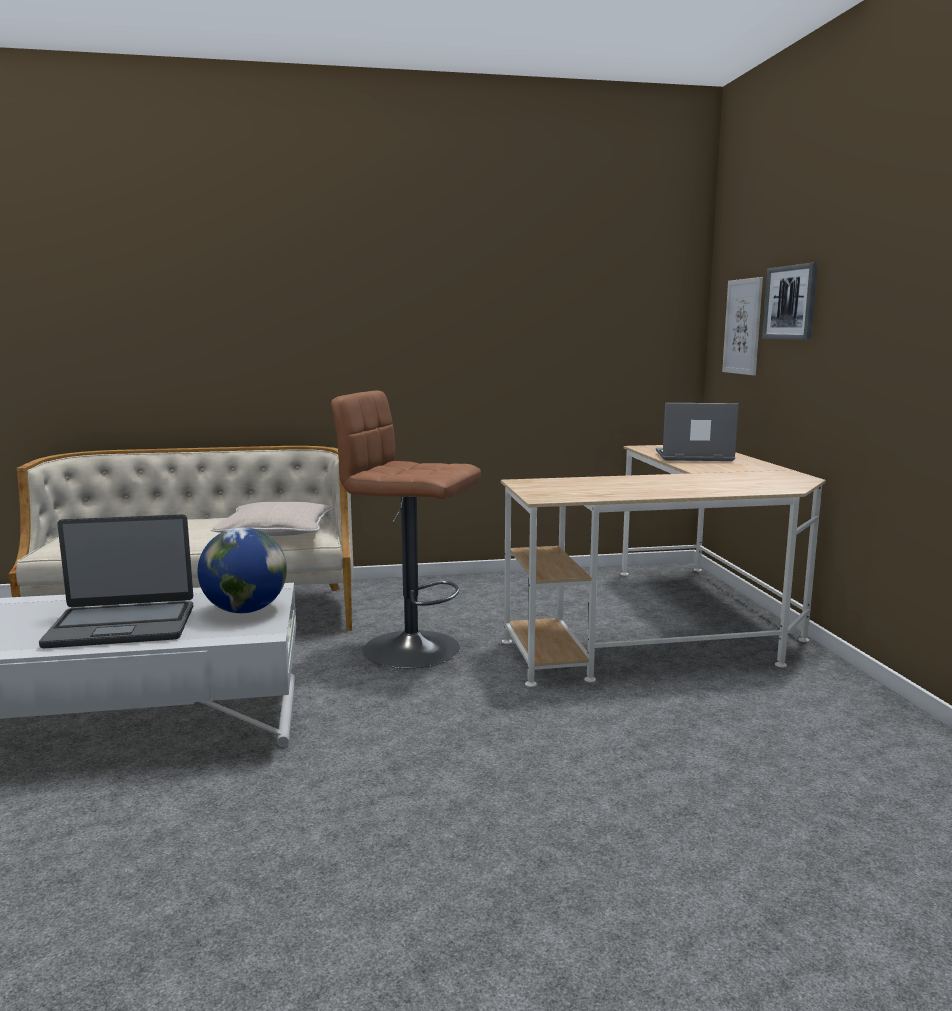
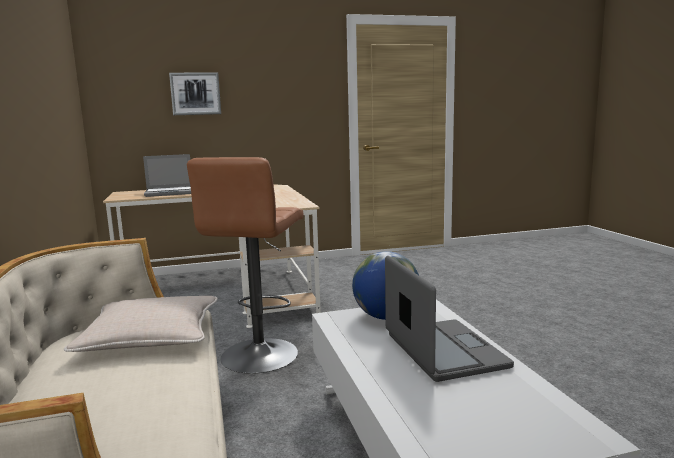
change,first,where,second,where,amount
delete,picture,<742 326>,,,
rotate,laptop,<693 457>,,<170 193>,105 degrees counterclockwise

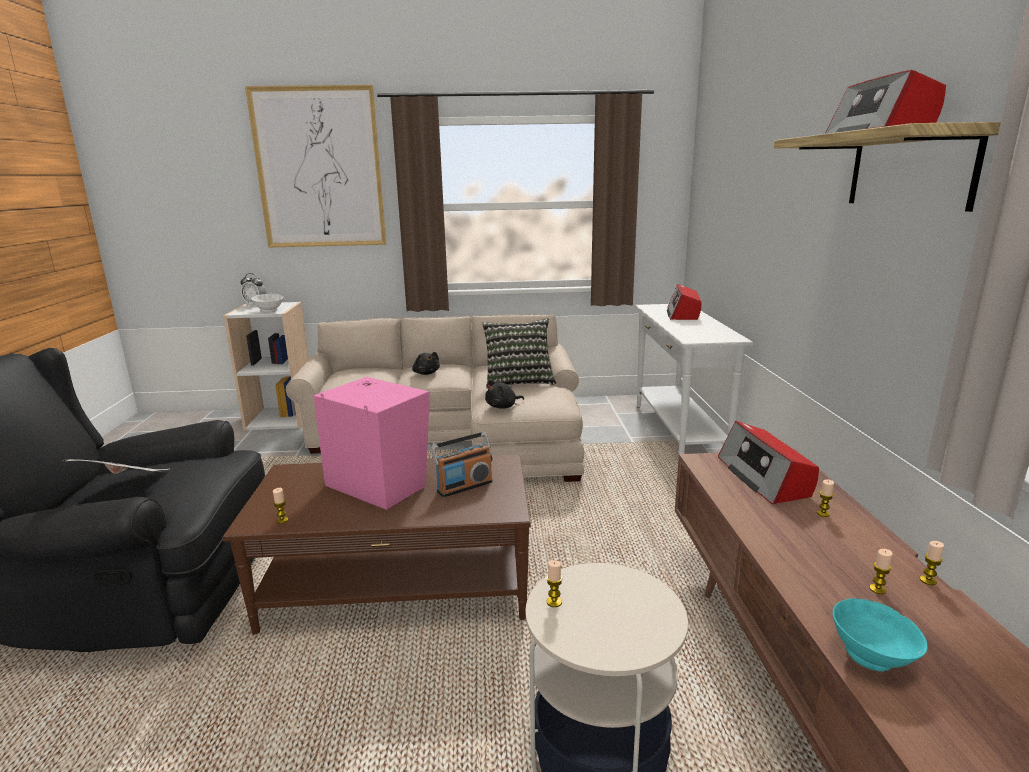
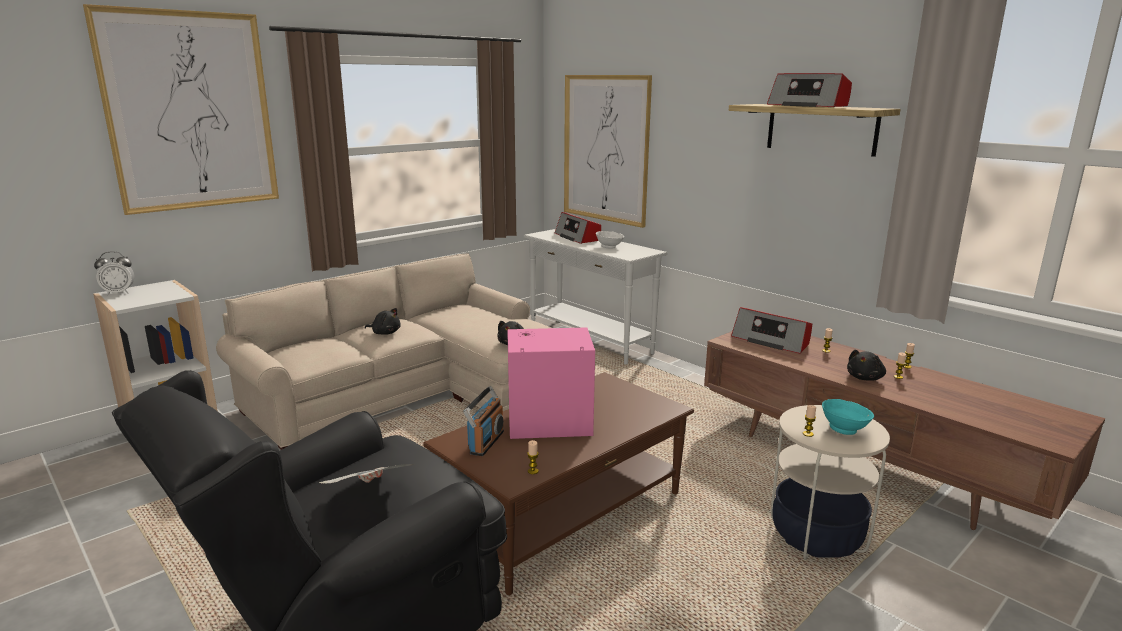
change,first,where,second,where,amount
delete,pillow,<518 381>,,,
insert,,,picture,<605 149>,
insert,,,black_plush_toy,<865 378>,
move,white_bowl,<268 311>,,<609 247>,
move,radio,<464 486>,,<486 442>,
move,turquoise_bowl,<872 658>,,<845 430>,

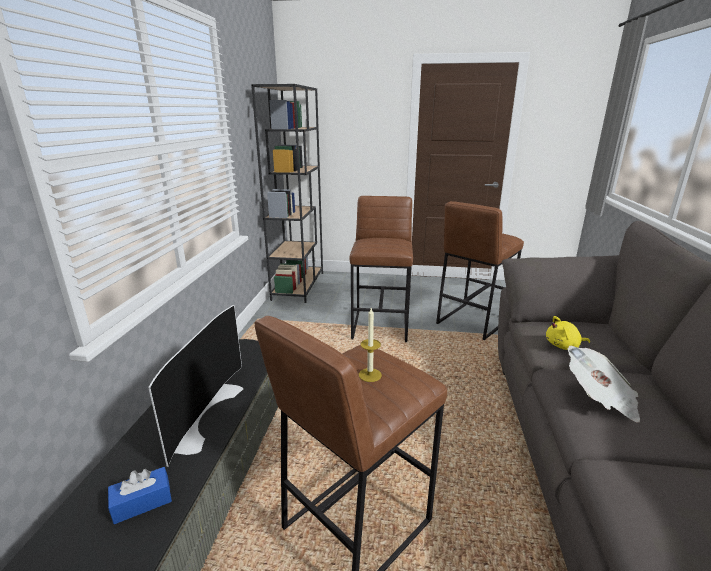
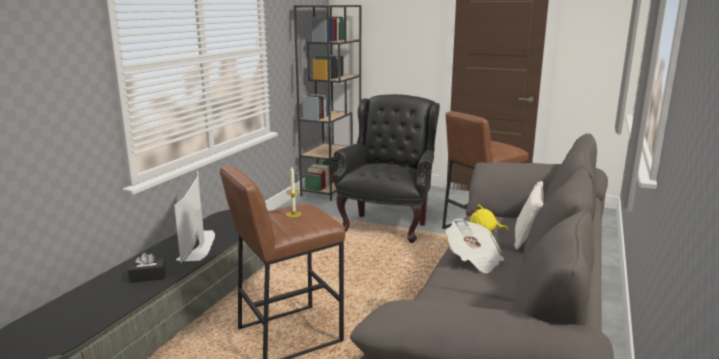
change,first,where,second,where,amount
insert,,,white_pillow,<526 236>,
replace,brown_stool,<380 326>,black_armchair,<388 224>,
recolor,blue_tissue_box,<142 502>,black_tissue_box,<148 277>,
rotate,television,<202 414>,,<200 245>,150 degrees clockwise

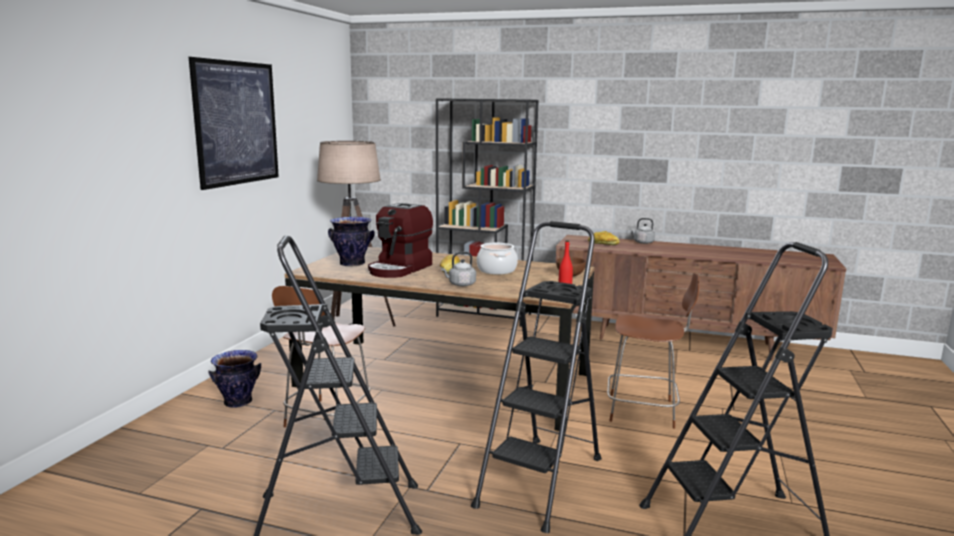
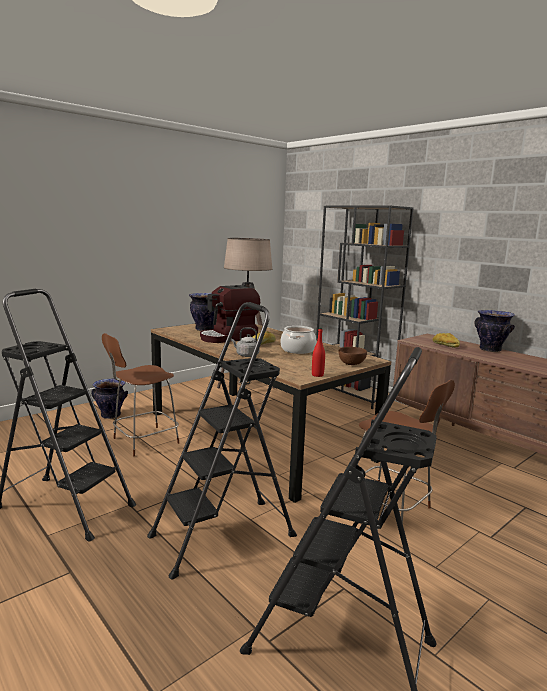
change,first,where,second,where,amount
delete,picture,<236 123>,,,
replace,grey_kettle,<642 242>,vase,<490 349>,

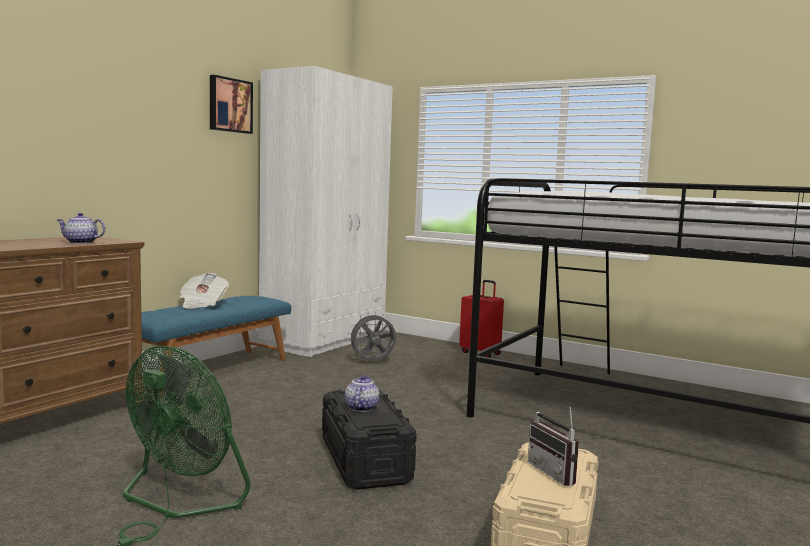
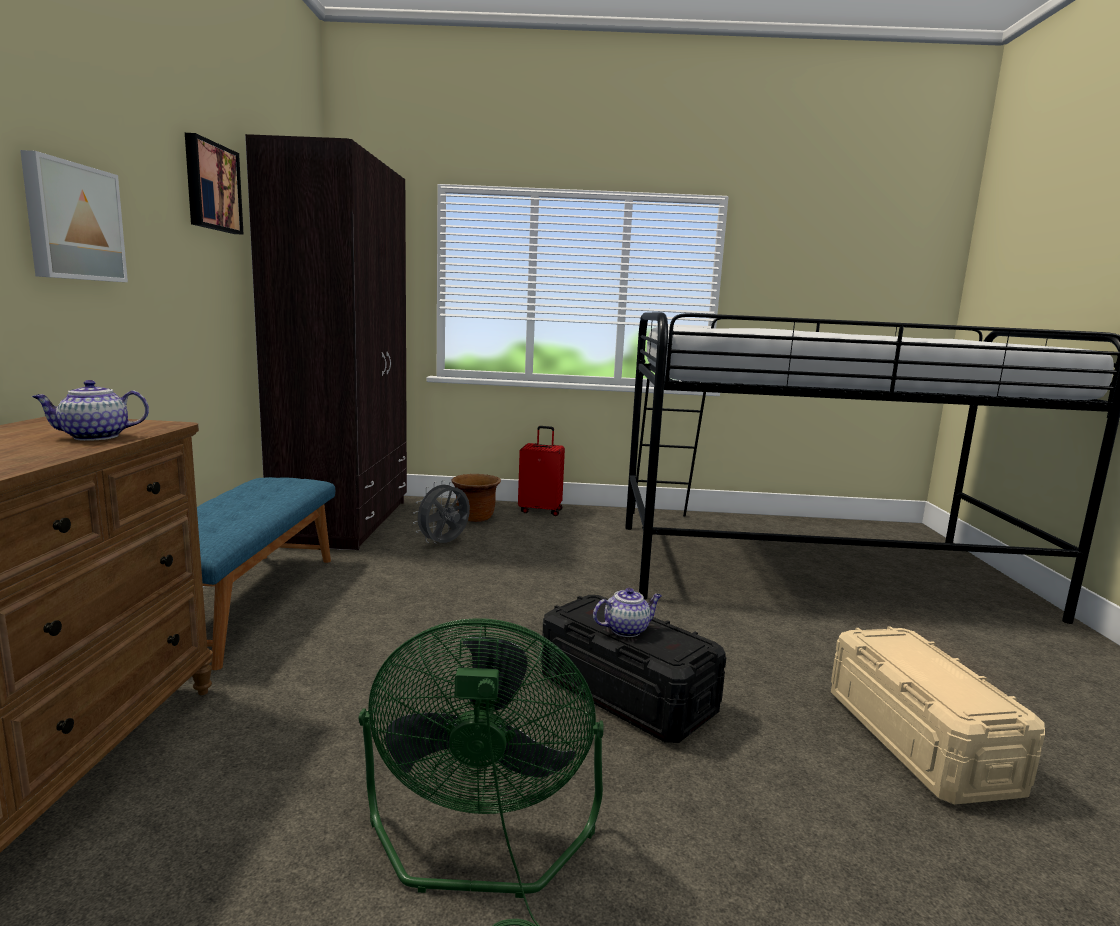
change,first,where,second,where,amount
delete,newspaper,<202 304>,,,
delete,radio,<557 473>,,,
insert,,,picture,<72 222>,
insert,,,brown_planter,<475 518>,
recolor,white_wardrobe,<325 341>,brown_wardrobe,<346 522>,
rotate,teapot,<361 407>,,<627 629>,90 degrees clockwise

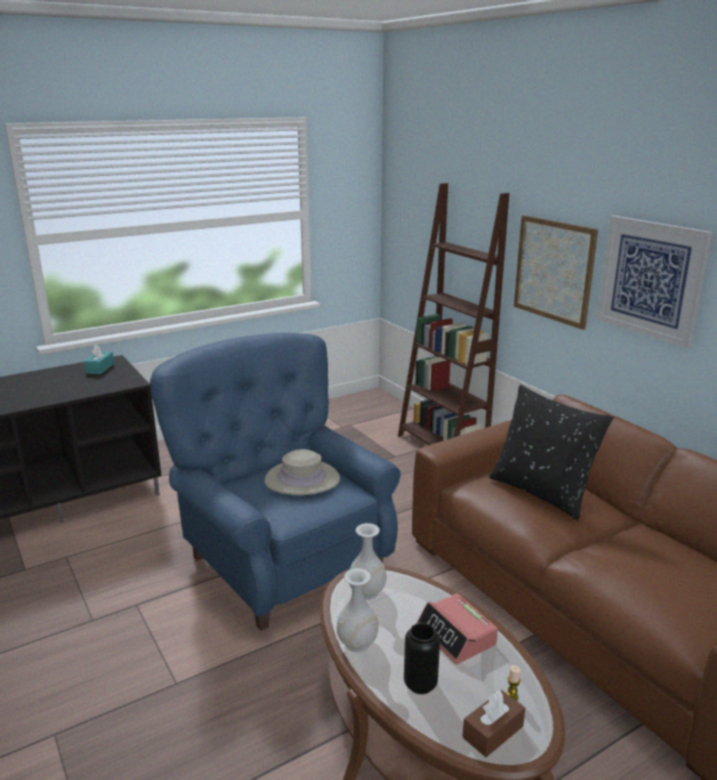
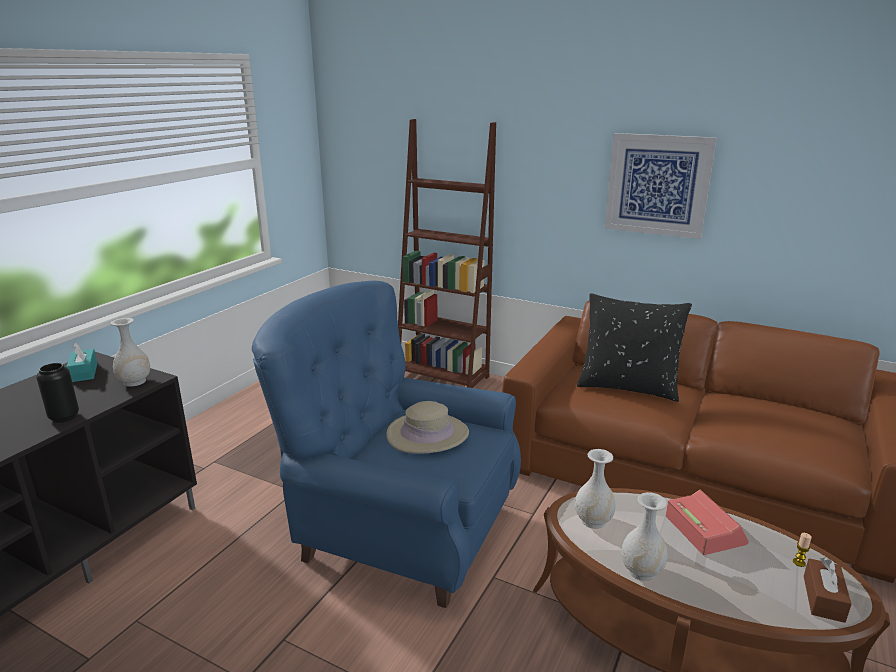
change,first,where,second,where,amount
delete,picture,<554 269>,,,
insert,,,white_vase,<135 382>,
move,black_vase,<420 684>,,<64 417>,
rotate,alarm_clock,<456 636>,,<704 530>,135 degrees counterclockwise

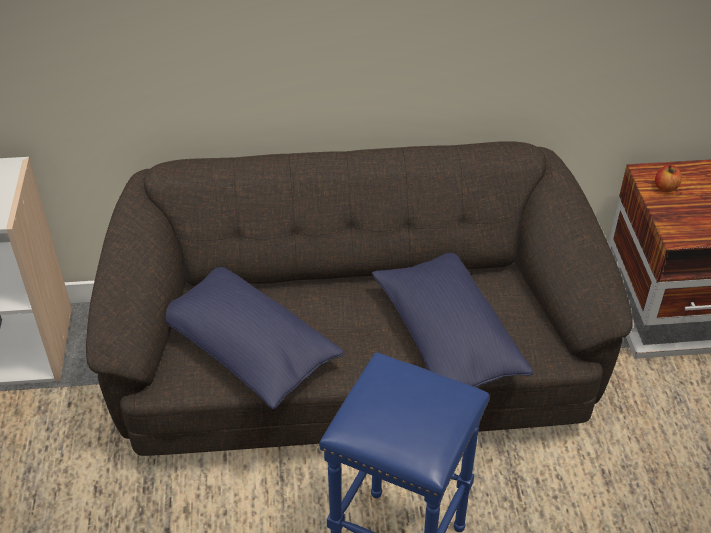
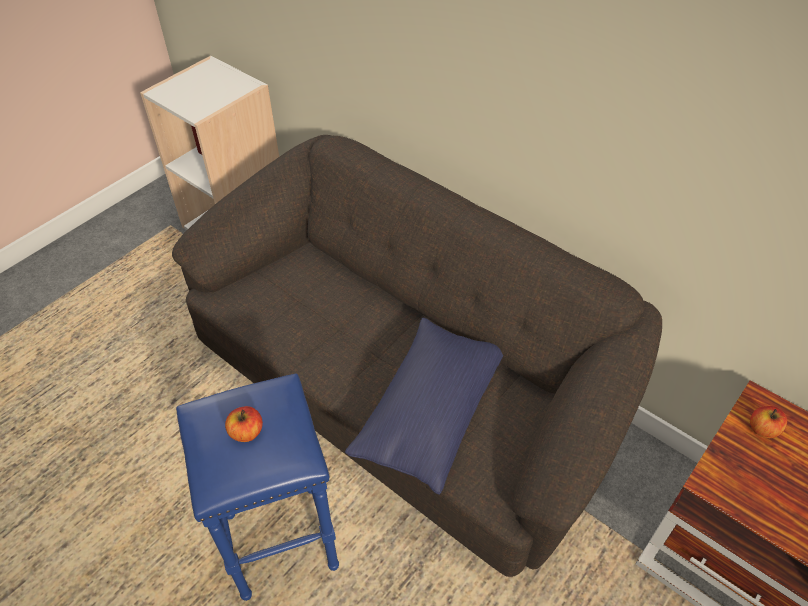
change,first,where,second,where,amount
delete,blue_pillow,<246 350>,,,
insert,,,apple,<246 432>,

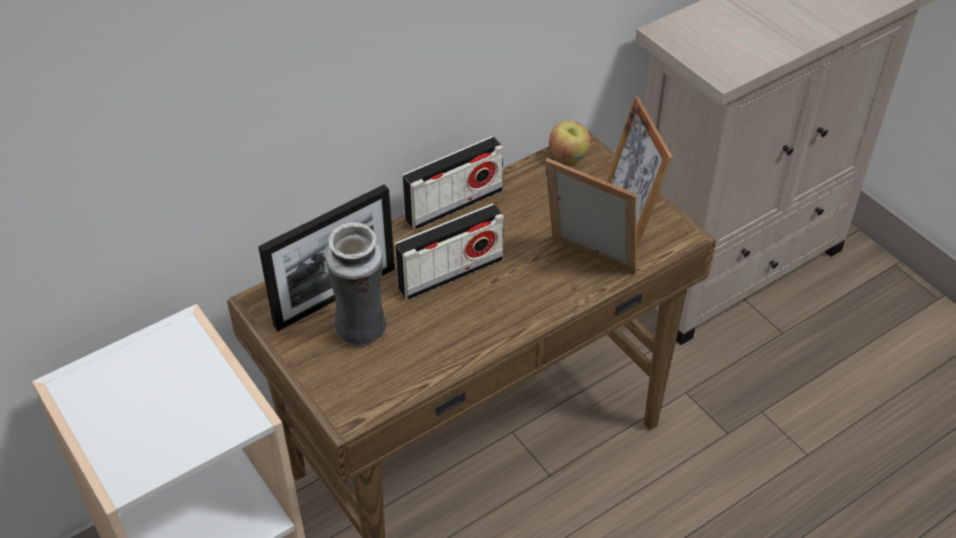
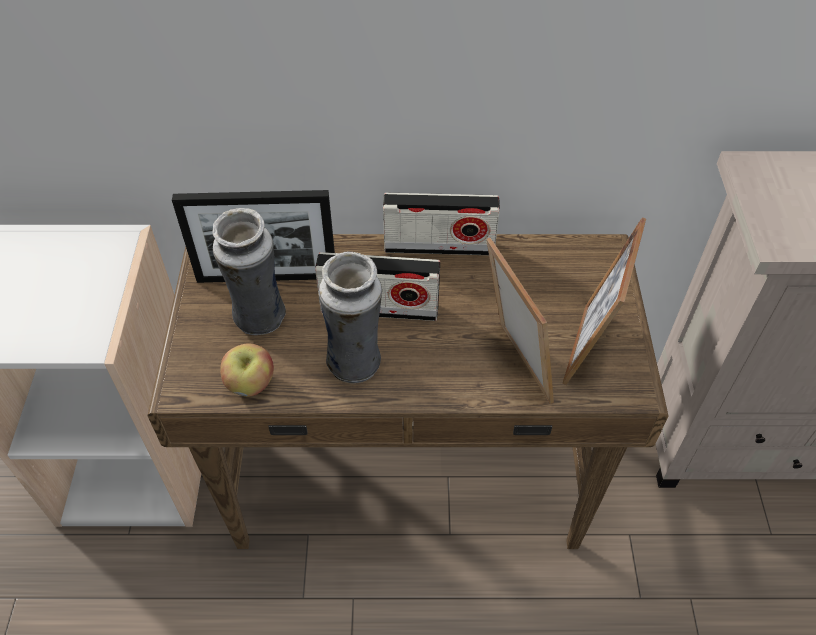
change,first,where,second,where,amount
insert,,,vase,<356 363>,
move,apple,<568 156>,,<251 384>,

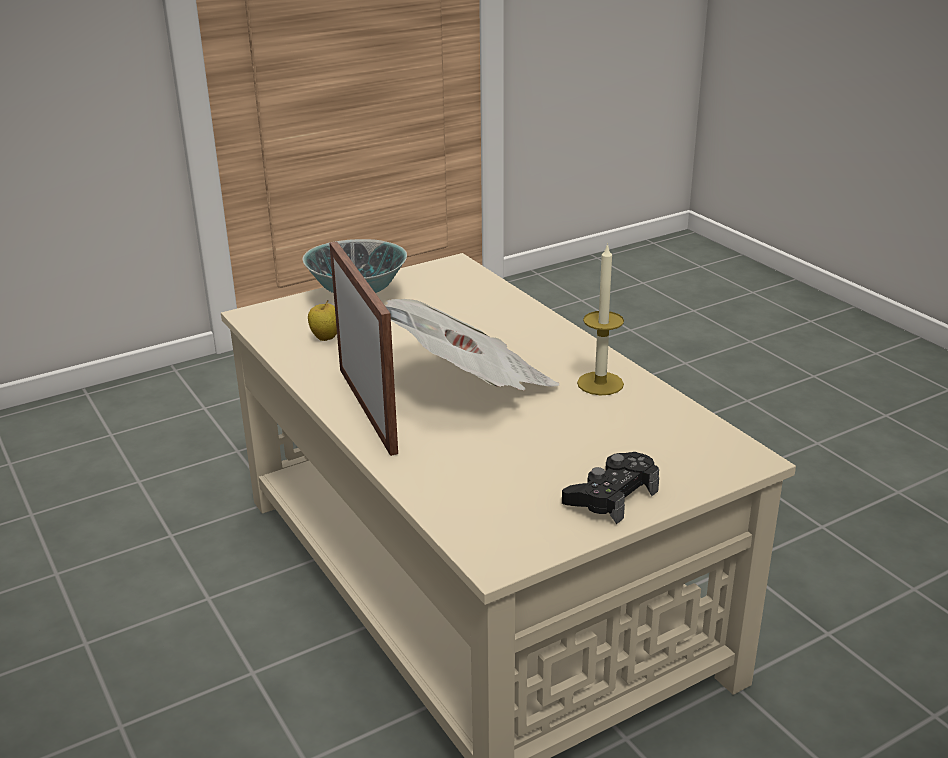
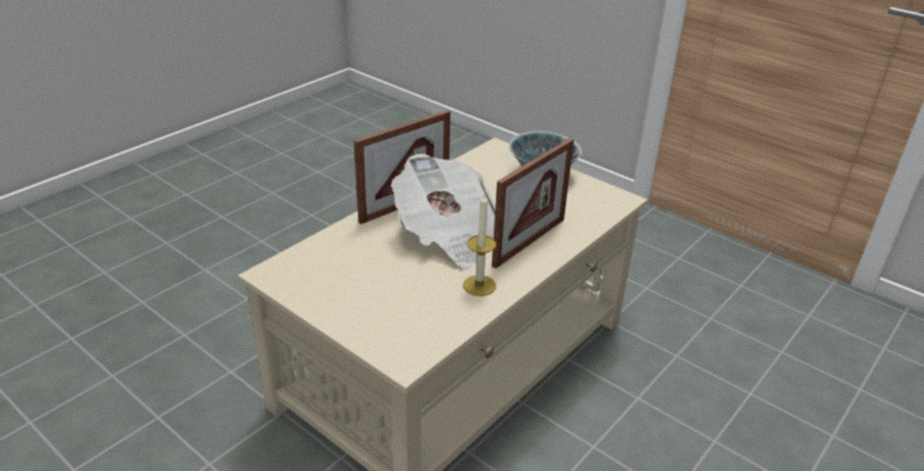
change,first,where,second,where,amount
delete,apple,<325 338>,,,
delete,black_game_controller,<611 496>,,,
insert,,,picture_frame,<529 242>,

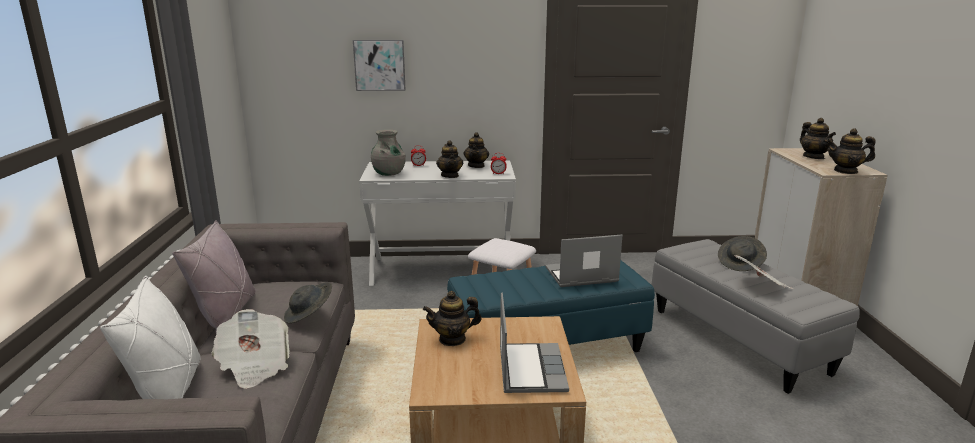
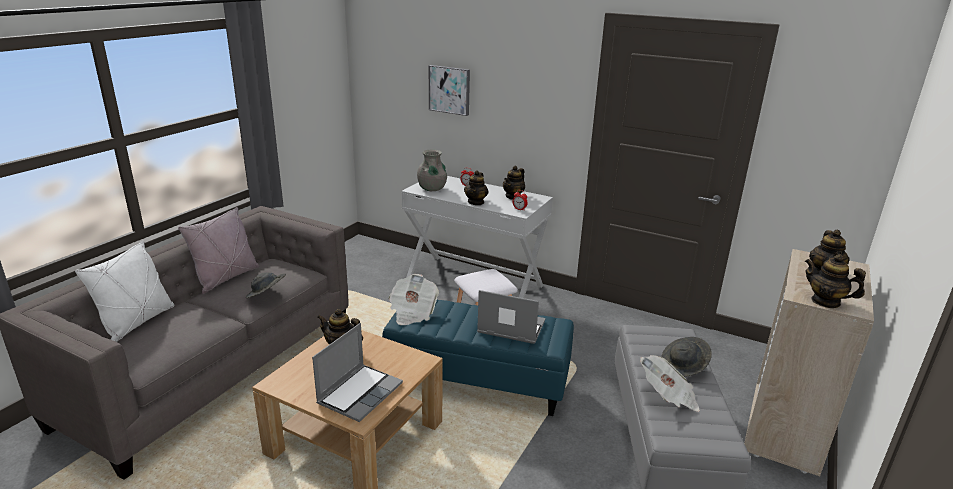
change,first,where,second,where,amount
move,newspaper,<254 365>,,<412 312>,

